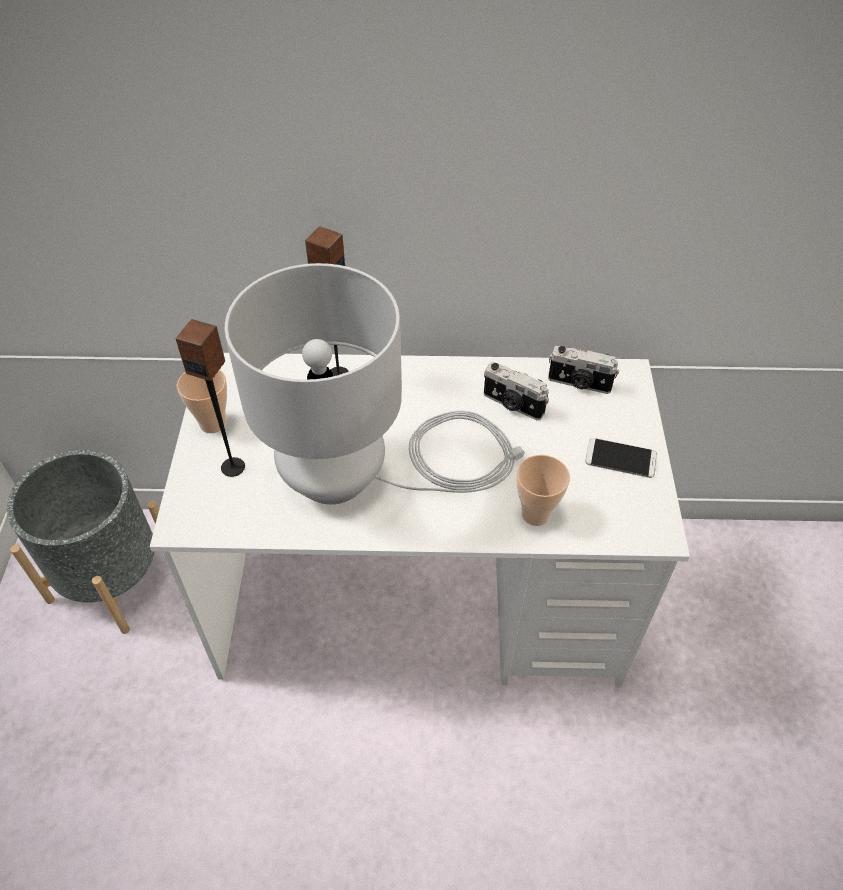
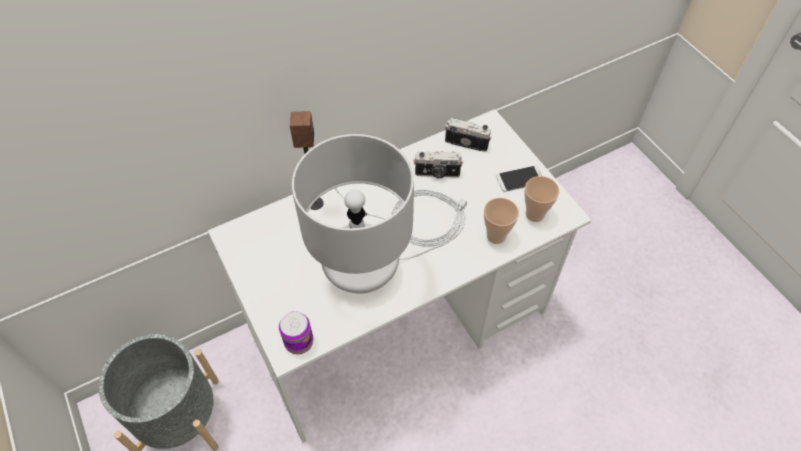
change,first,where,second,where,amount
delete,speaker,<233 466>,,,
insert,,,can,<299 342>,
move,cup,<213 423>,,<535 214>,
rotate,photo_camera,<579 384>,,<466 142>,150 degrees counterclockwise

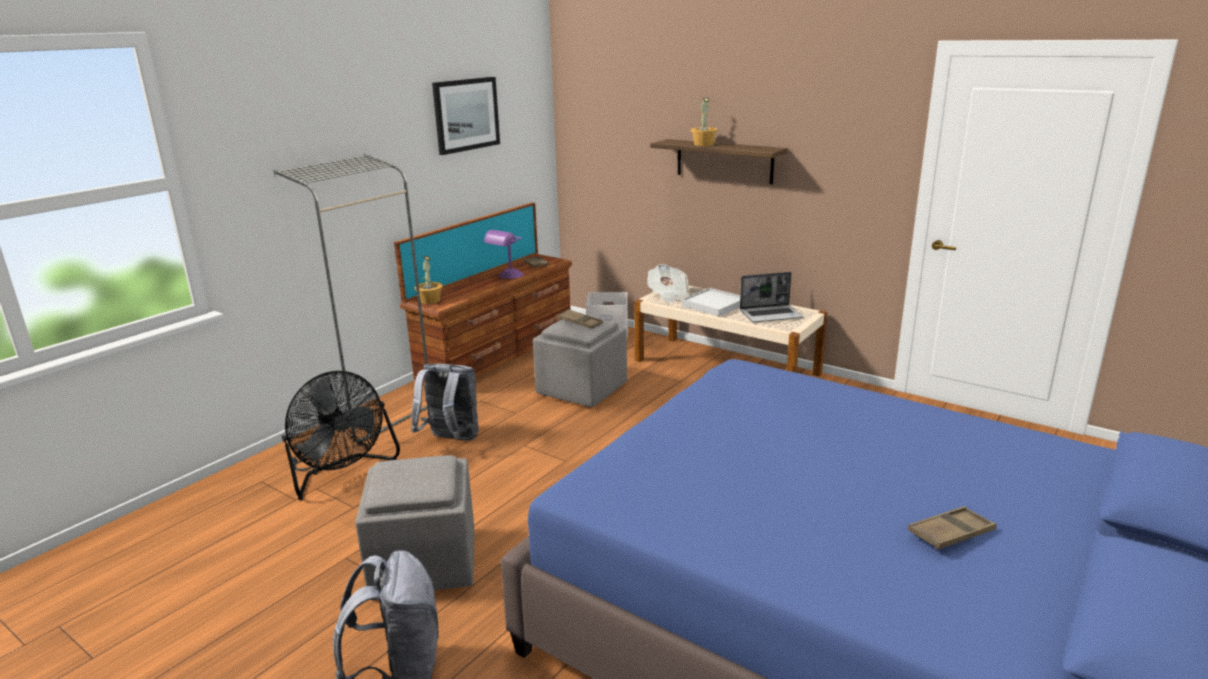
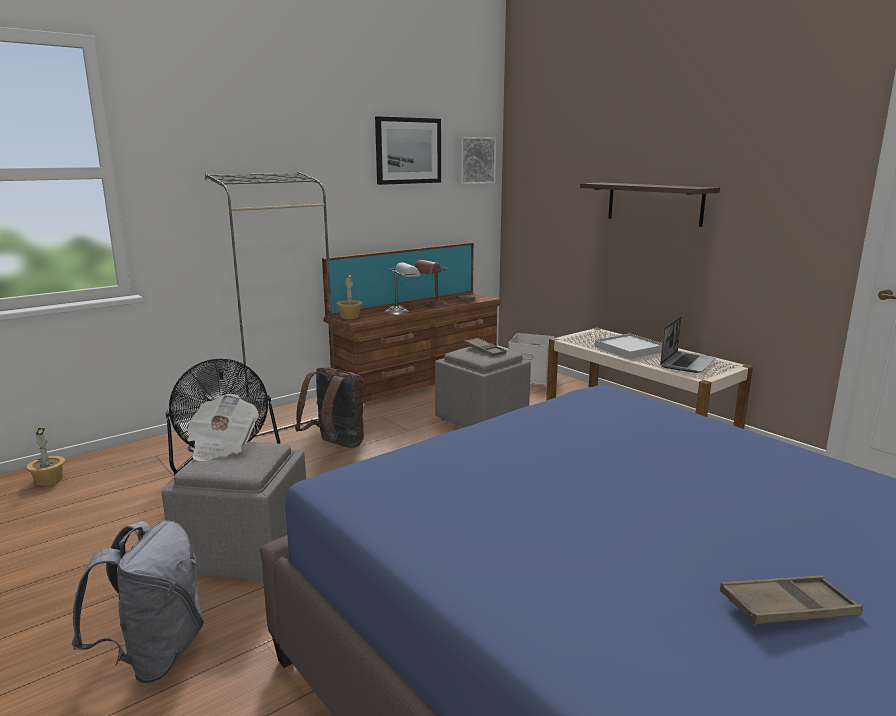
change,first,where,second,where,amount
insert,,,white_table_lamp,<401 311>,
insert,,,picture,<475 160>,
move,newspaper,<668 295>,,<222 445>,
move,potted_plant,<703 144>,,<49 479>,
recolor,grey_backpack,<451 440>,brown_backpack,<335 445>,
recolor,purple_table_lamp,<507 276>,brown_table_lamp,<432 305>,
rotate,laptop,<771 315>,,<687 363>,60 degrees counterclockwise

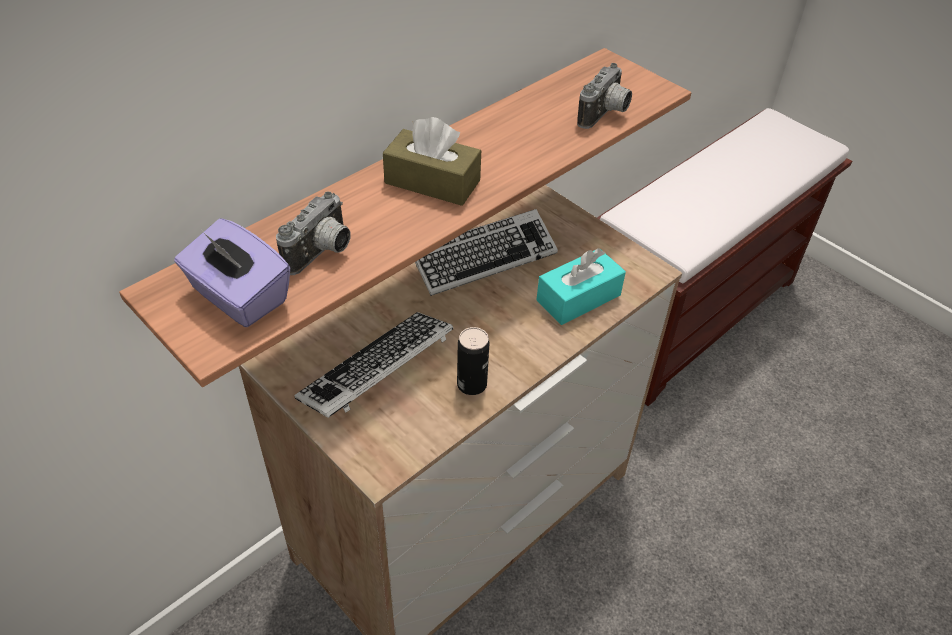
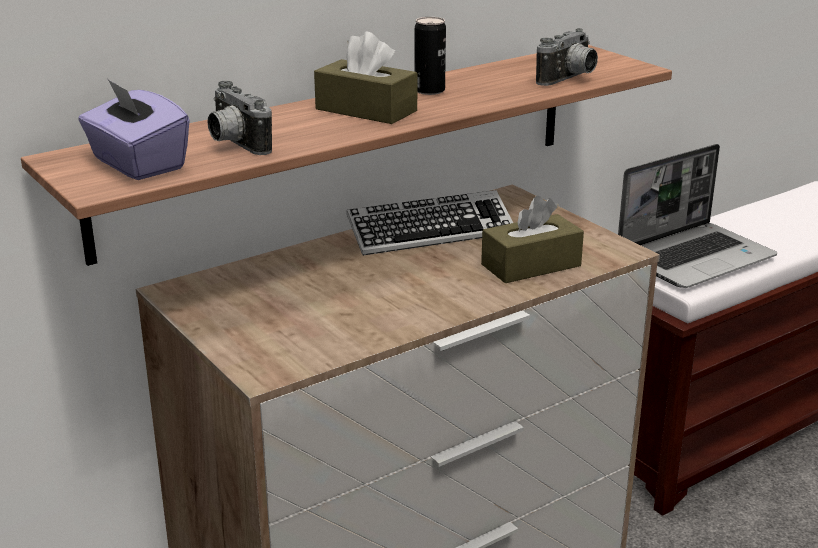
change,first,where,second,where,amount
delete,keyboard,<377 370>,,,
insert,,,laptop,<695 257>,
move,can,<472 384>,,<429 91>,
recolor,turquoise_tissue_box,<578 298>,brown_tissue_box,<531 265>,
rotate,photo_camera,<323 253>,,<234 144>,105 degrees clockwise

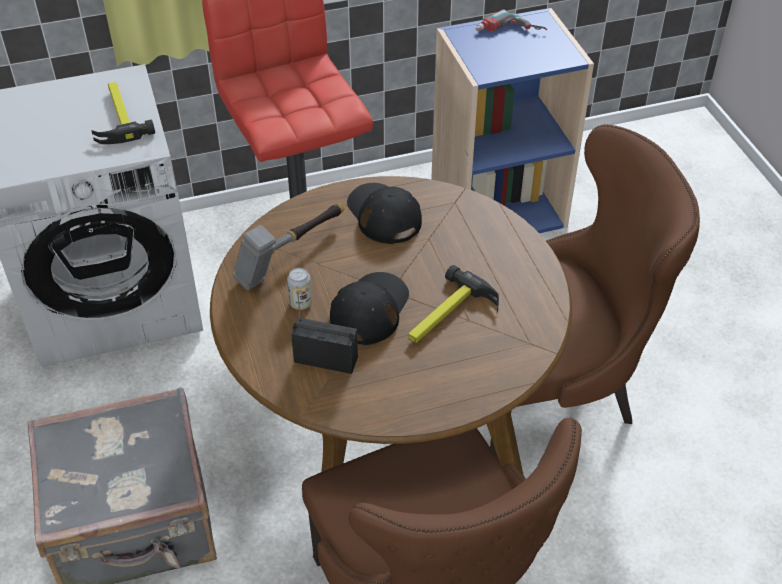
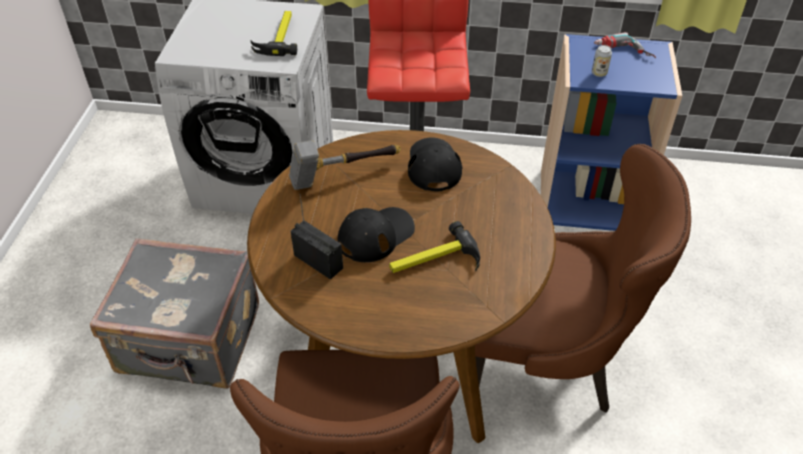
change,first,where,second,where,amount
move,can,<300 303>,,<599 73>,

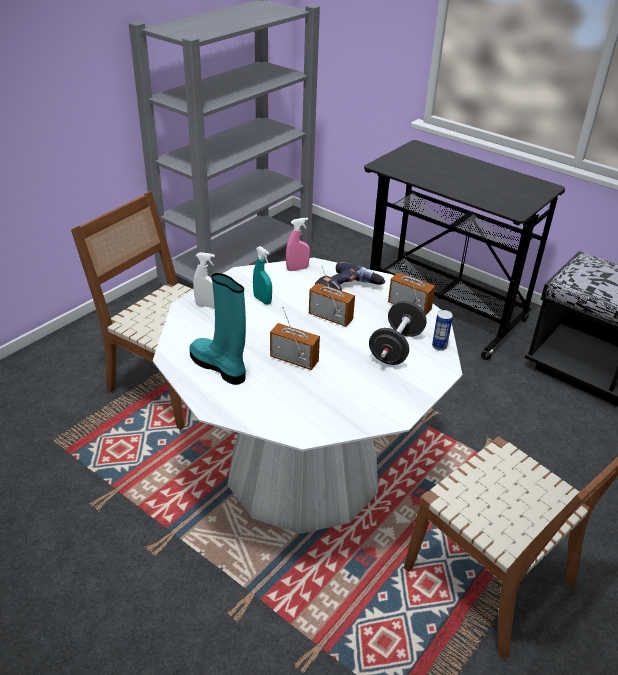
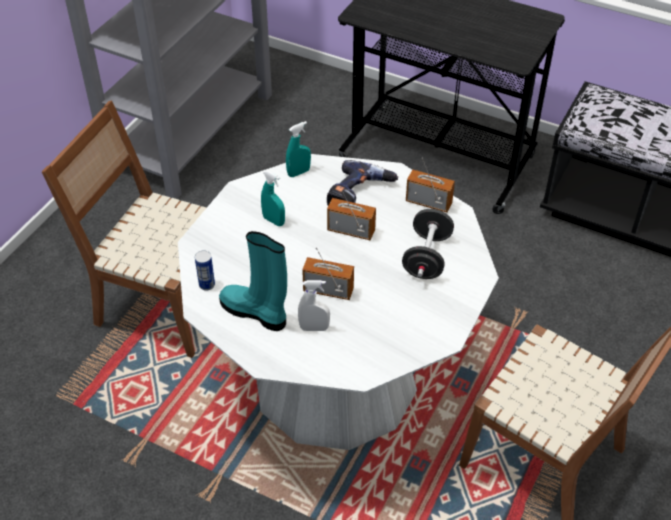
change,first,where,second,where,amount
move,white_spray_bottle,<207 305>,,<314 328>,
move,can,<439 346>,,<207 285>,
recolor,pink_spray_bottle,<297 269>,turquoise_spray_bottle,<298 172>,

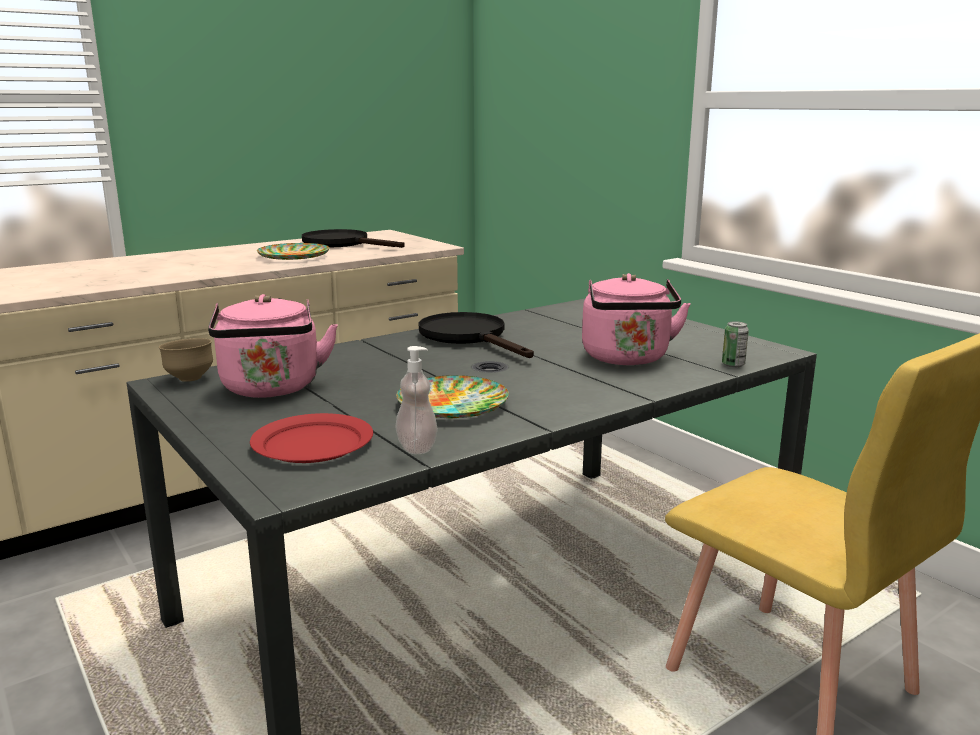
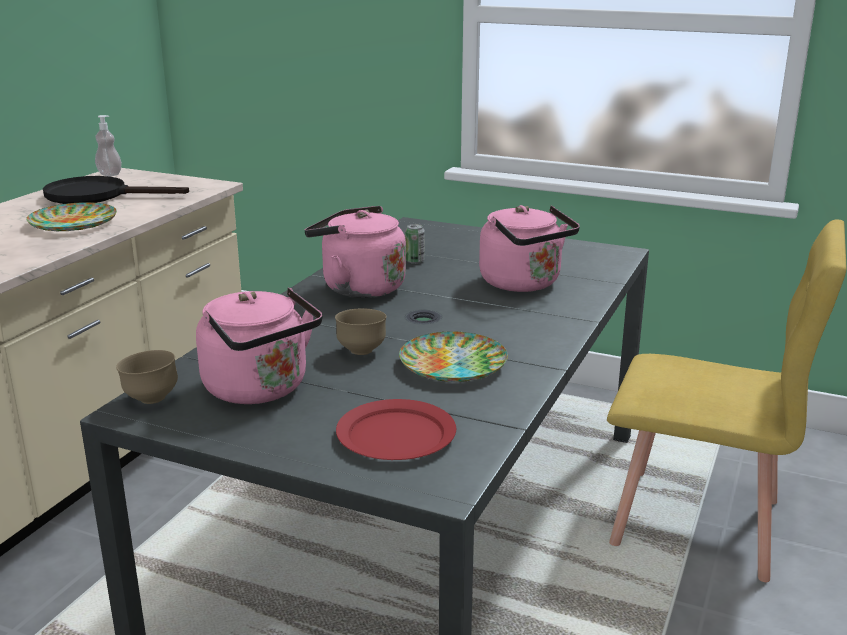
change,first,where,second,where,amount
insert,,,brown_bowl,<361 351>,
move,soap_dispenser,<417 448>,,<109 174>,
move,can,<733 365>,,<415 261>,
replace,black_frying_pan,<469 337>,pink_kettle,<358 287>,

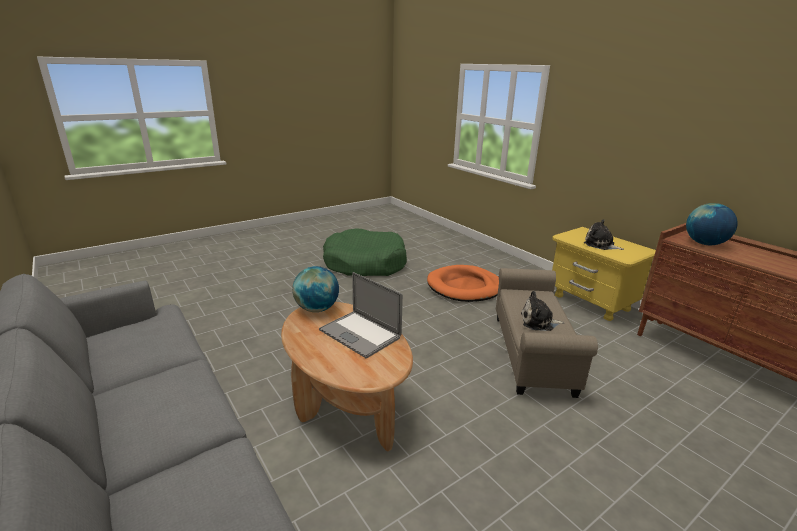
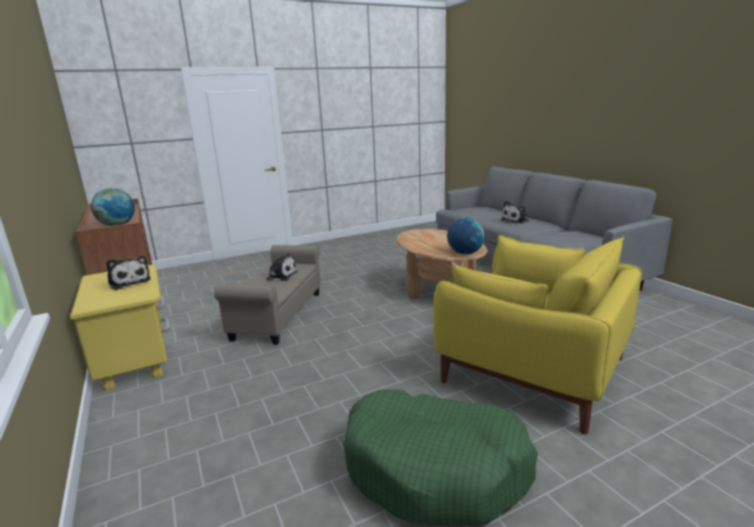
change,first,where,second,where,amount
delete,laptop,<360 334>,,,
delete,orange_dog_bed,<465 287>,,,
insert,,,yellow_armchair,<532 369>,
insert,,,plush_toy,<516 220>,

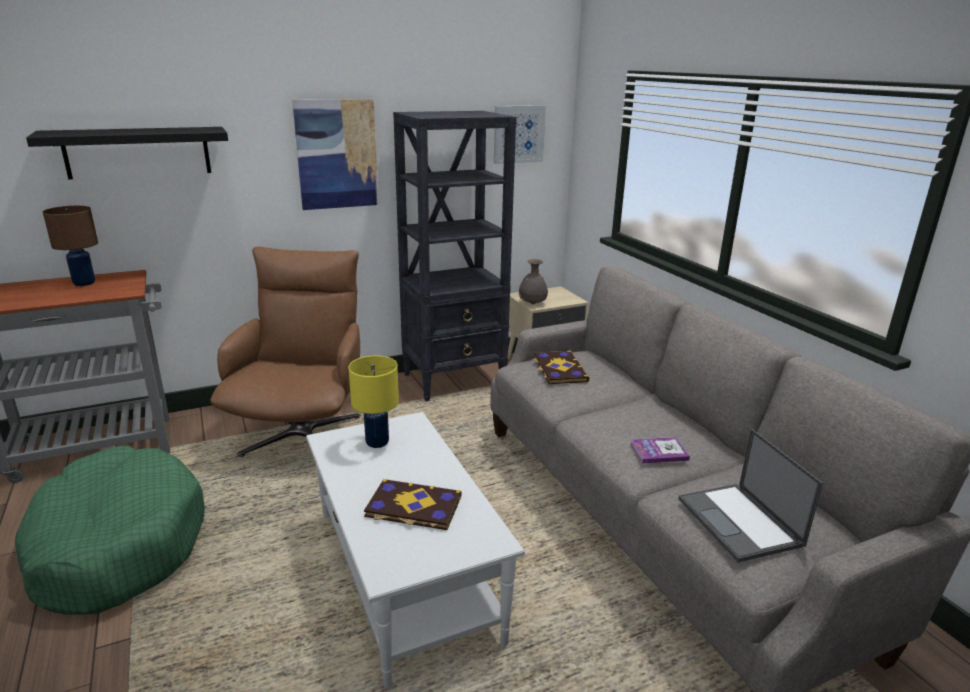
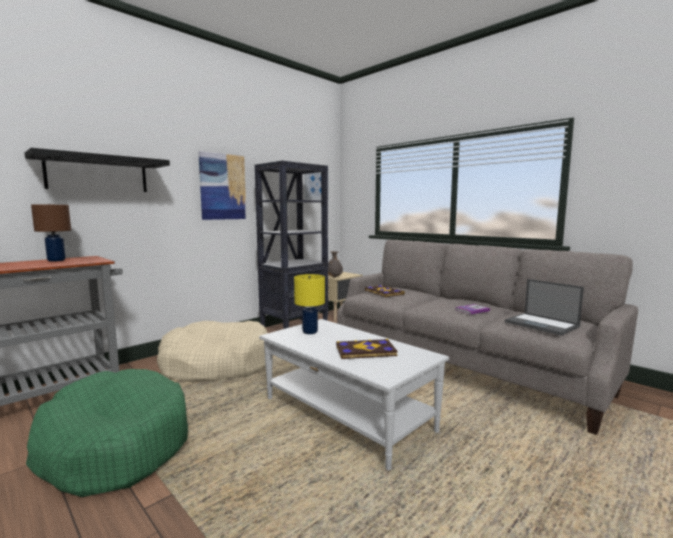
change,first,where,second,where,amount
replace,brown_armchair,<303 435>,beige_dog_bed,<217 364>,

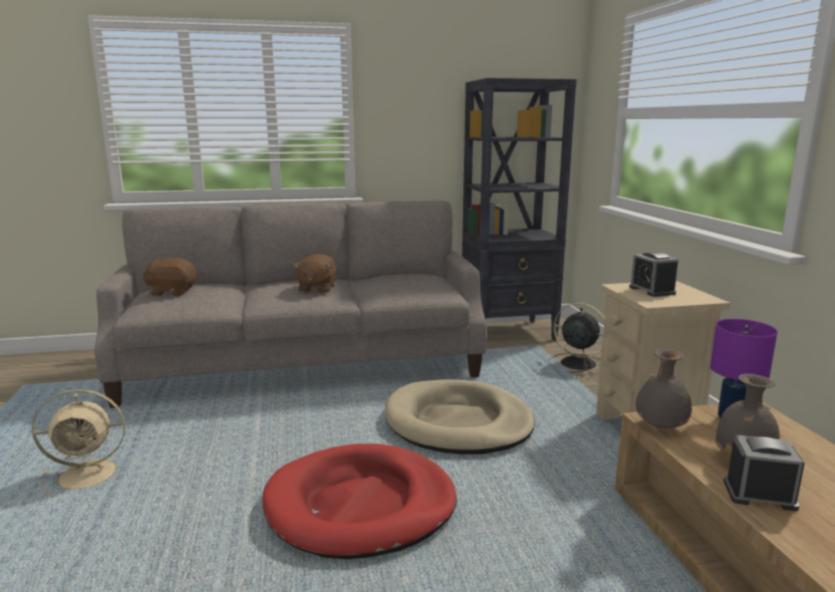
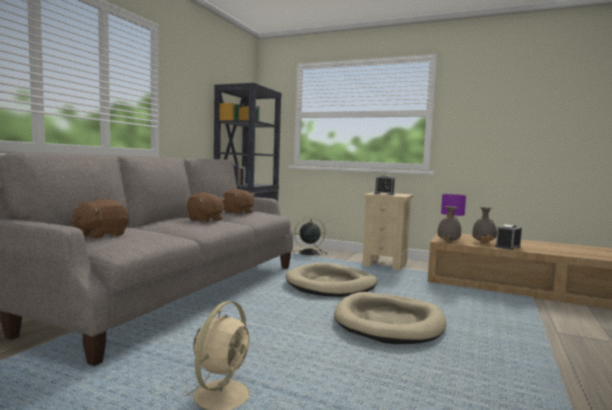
change,first,where,second,where,amount
insert,,,brown_plush_toy,<238 212>,
recolor,red_dog_bed,<360 506>,beige_dog_bed,<389 322>,

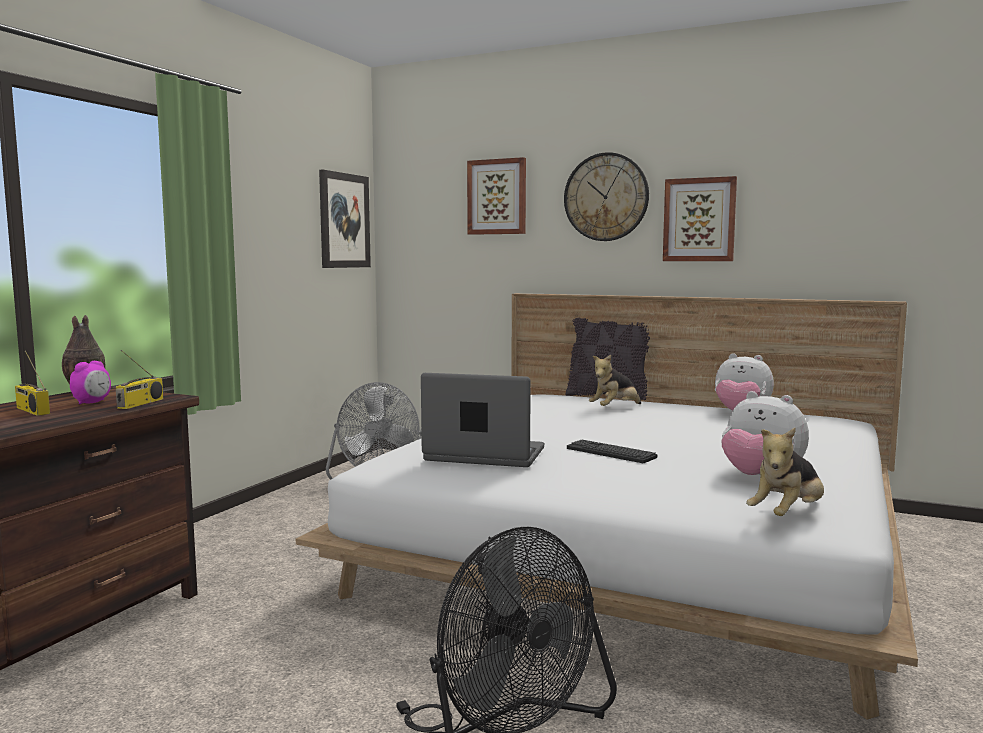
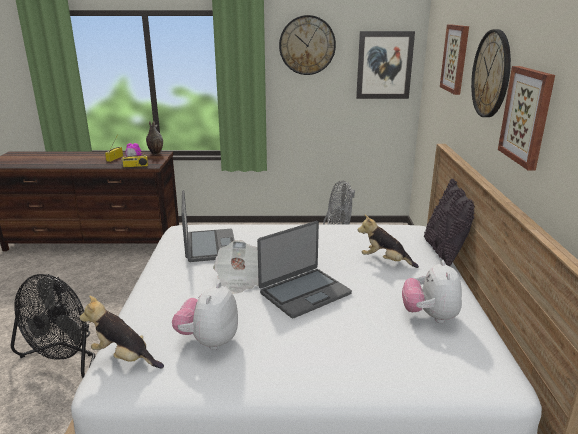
change,first,where,second,where,amount
insert,,,laptop,<304 293>,
insert,,,wall_clock,<307 45>,
replace,keyboard,<610 453>,newspaper,<239 279>,

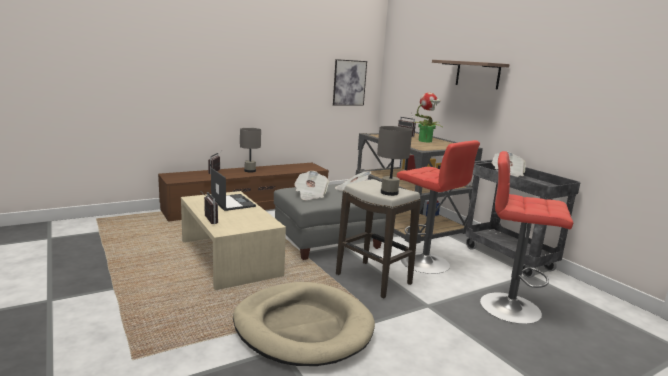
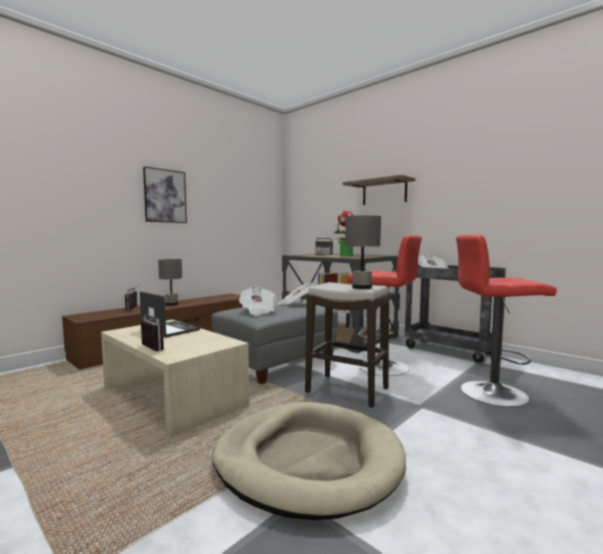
change,first,where,second,where,amount
move,picture,<349 83>,,<165 196>,

